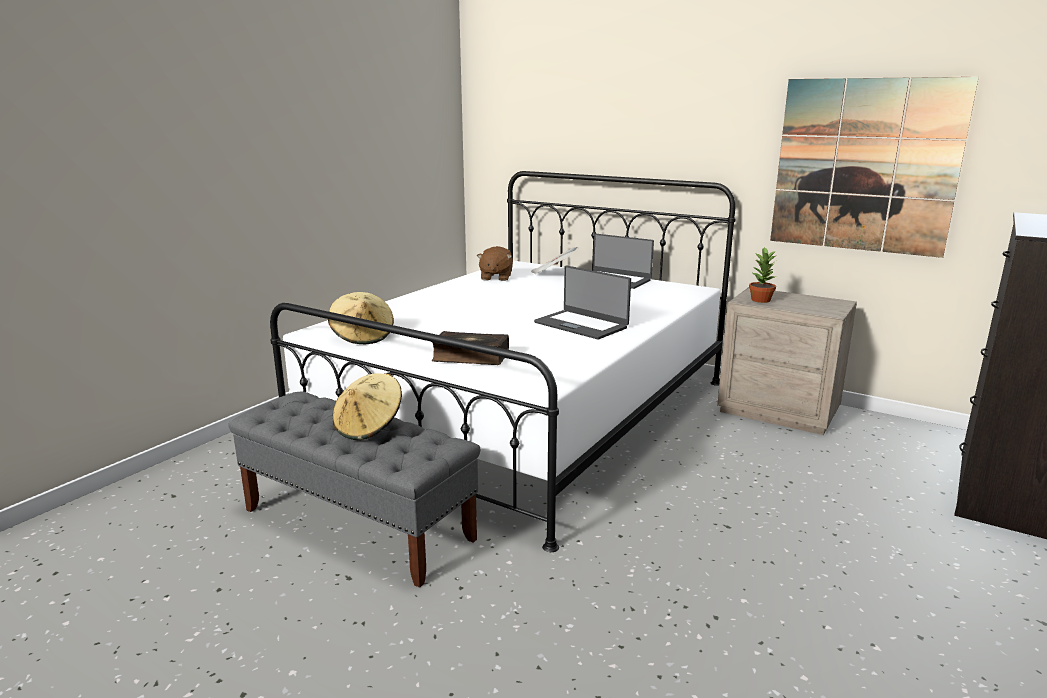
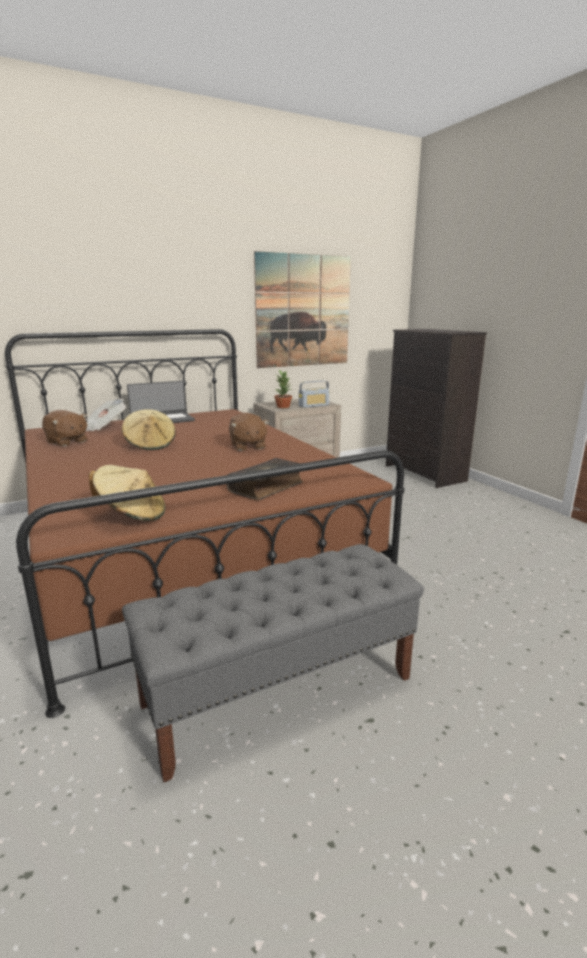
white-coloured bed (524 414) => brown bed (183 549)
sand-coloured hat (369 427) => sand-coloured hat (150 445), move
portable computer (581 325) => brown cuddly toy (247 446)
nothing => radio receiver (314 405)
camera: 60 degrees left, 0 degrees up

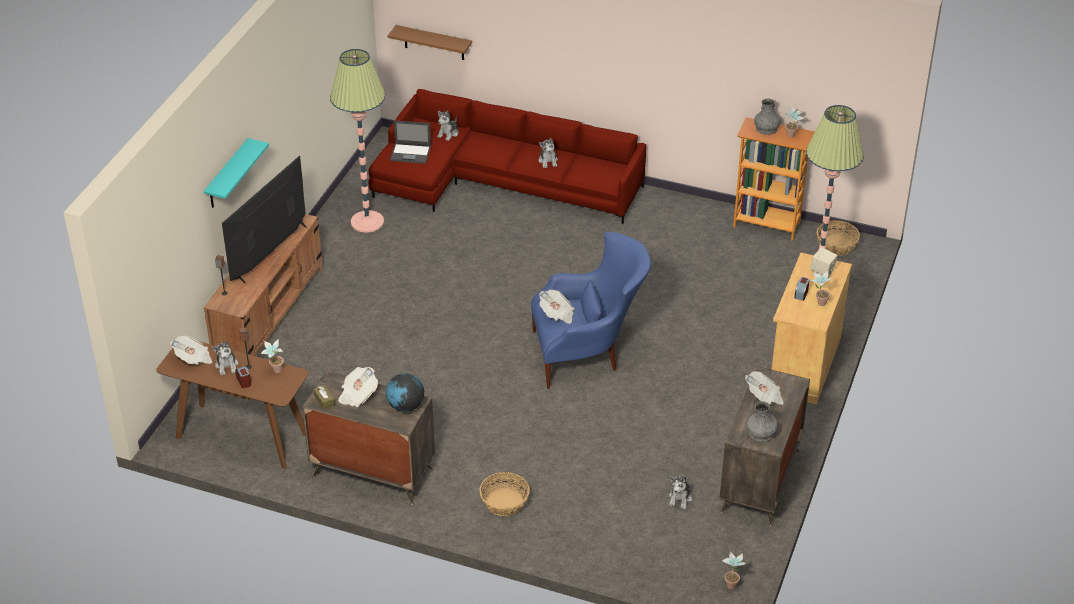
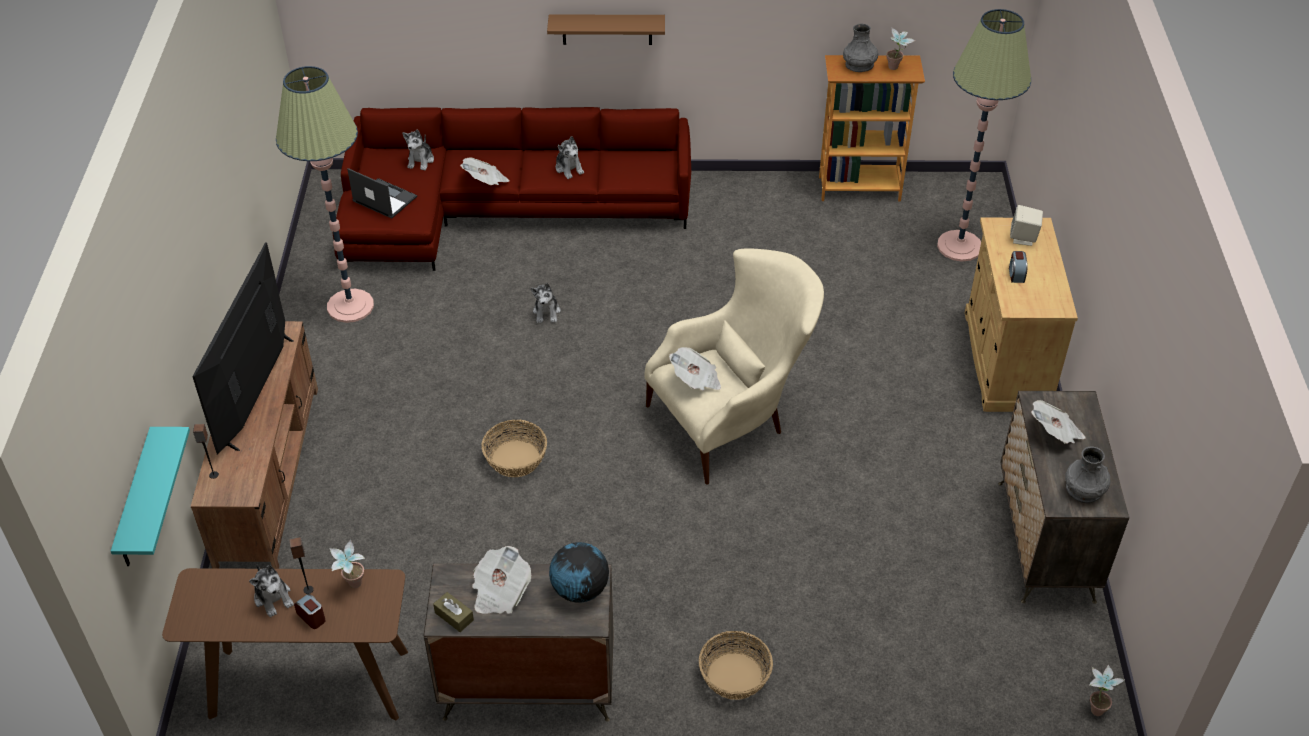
daily paper (193 359) => daily paper (486 181), move
turquoise wall shelf (227 175) => turquoise wall shelf (136 501), move
brown wall shelf (434 43) => brown wall shelf (607 29), move
portable computer (411 153) => portable computer (384 199), 135 degrees counterclockwise
blue lounge chair (588 353) => sand-coloured lounge chair (733 419)
cuddly toy (680 498) => cuddly toy (547 312), move
potted plant (819 302) => nothing
household basket (836 245) => household basket (516 459), move
camera: 20 degrees left, 5 degrees up

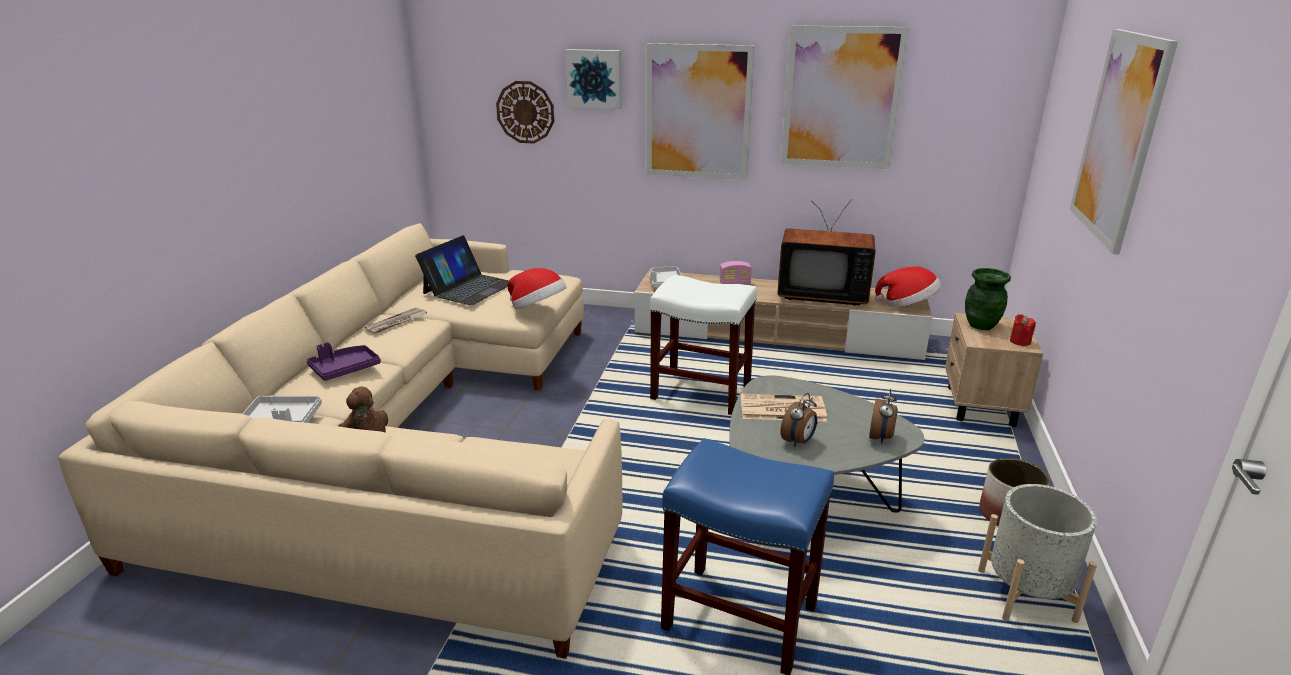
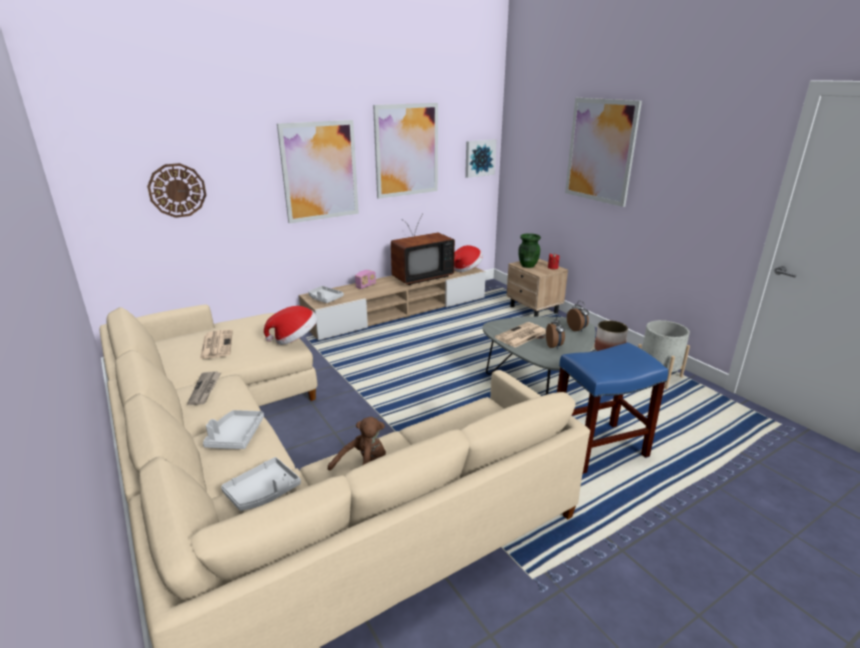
purple carrying tray (344 369) => grey carrying tray (235 436)
portable computer (469 288) => daily paper (216 344)
wall picture (594 78) => wall picture (479 158), move
white-coloured stool seat (702 392) => nothing
camera: 45 degrees left, 0 degrees up

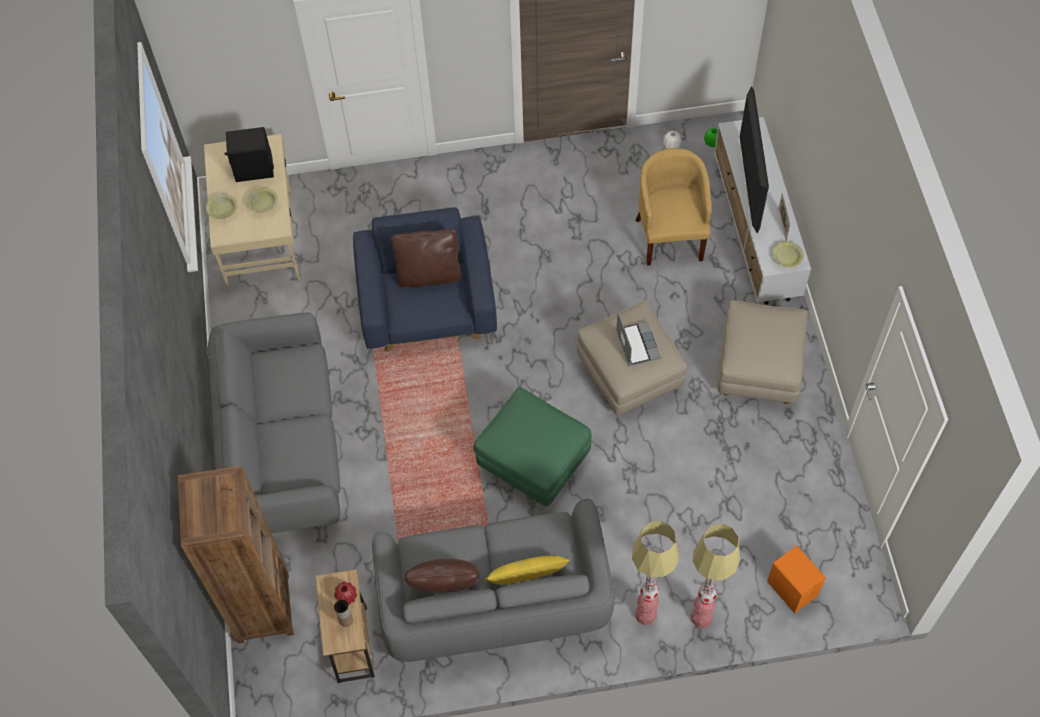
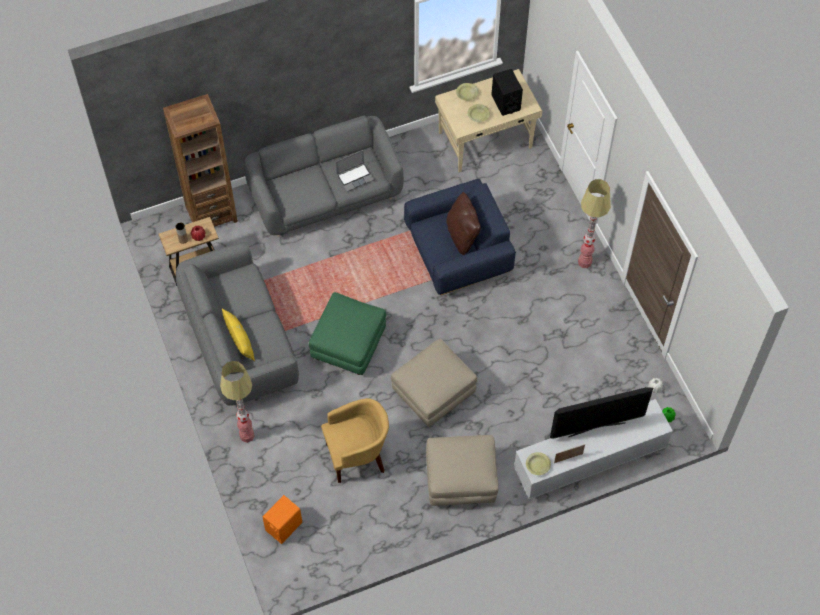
brown throw pillow (445 588) => nothing
portable computer (637 344) => portable computer (355 177), move
yellow lounge chair (670 236) => yellow lounge chair (357 455), move
floor lamp (701 617) => floor lamp (584 262), move
camera: 75 degrees right, 0 degrees up

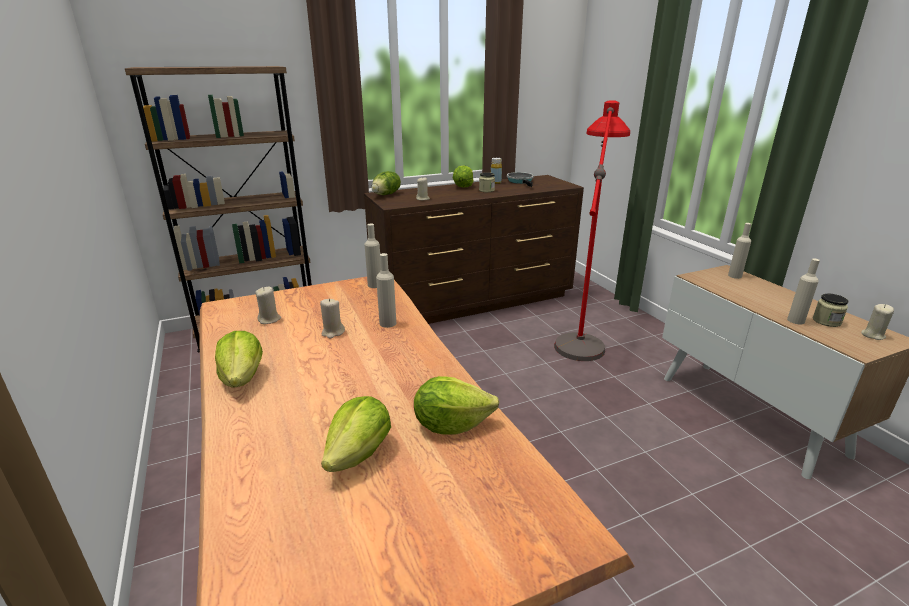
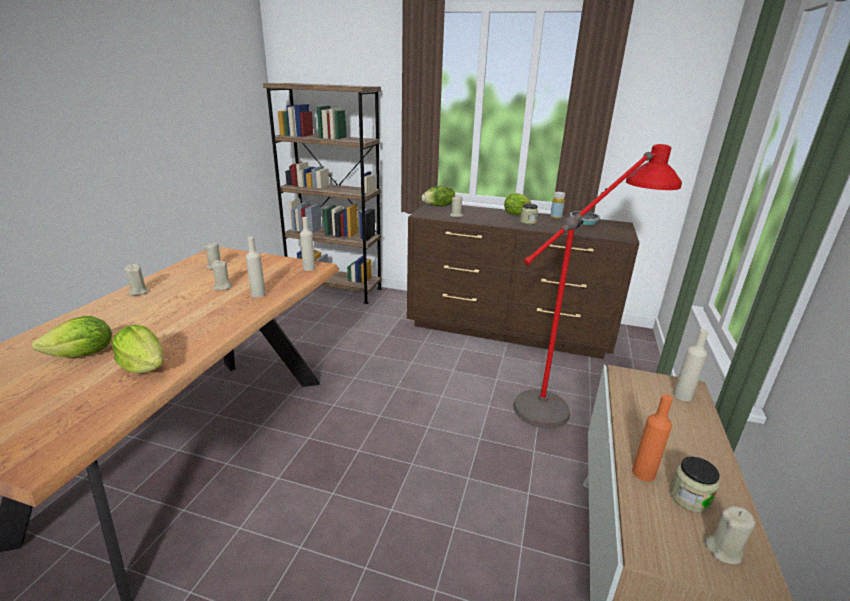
lettuce (243 378) => sand-coloured wax light (138 292)
sand-coloured bottle (795 320) => orange-coloured bottle (643 473)
camera: 40 degrees right, 0 degrees up

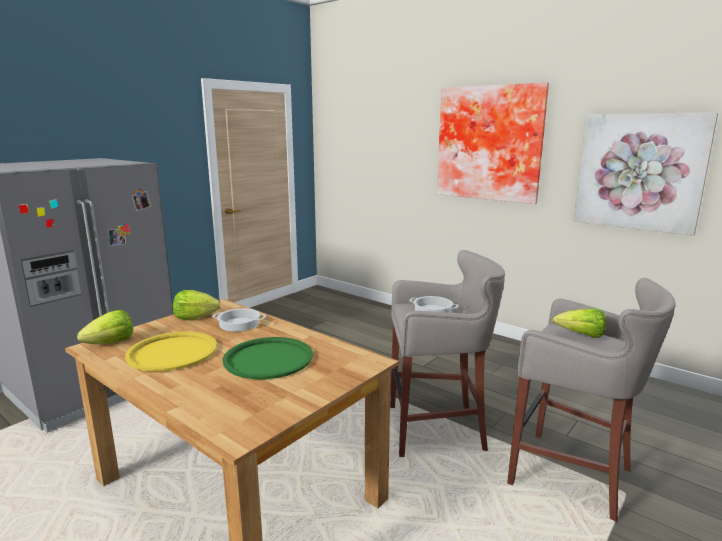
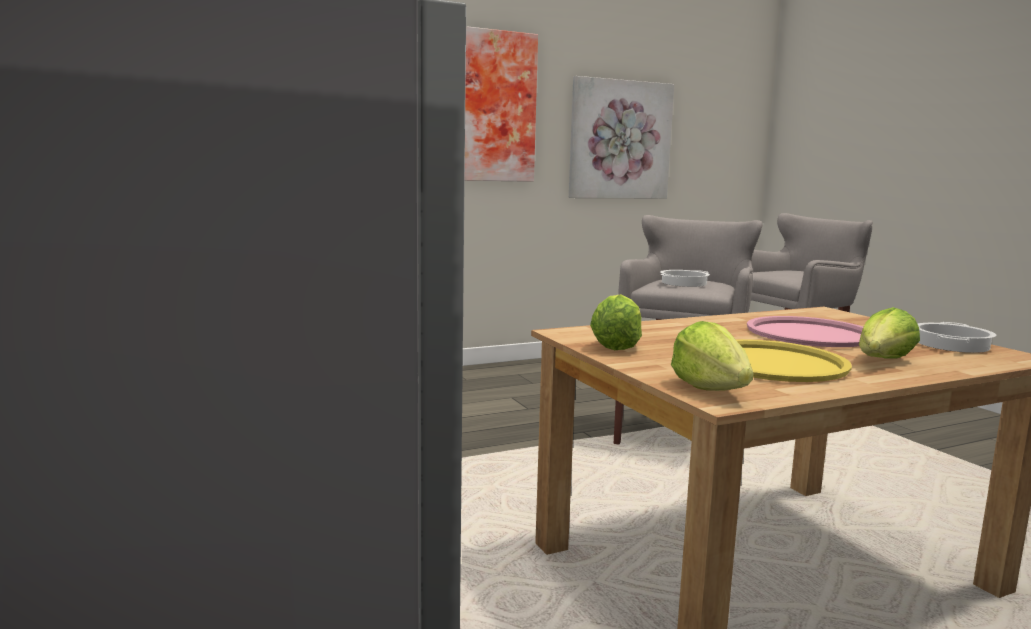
cooking pot (239 324) => cooking pot (952 345), move
green-coloured carrying tray (268 359) => pink carrying tray (809 334)
lettuce (581 335) => lettuce (883 361), move
camera: 65 degrees left, 5 degrees down

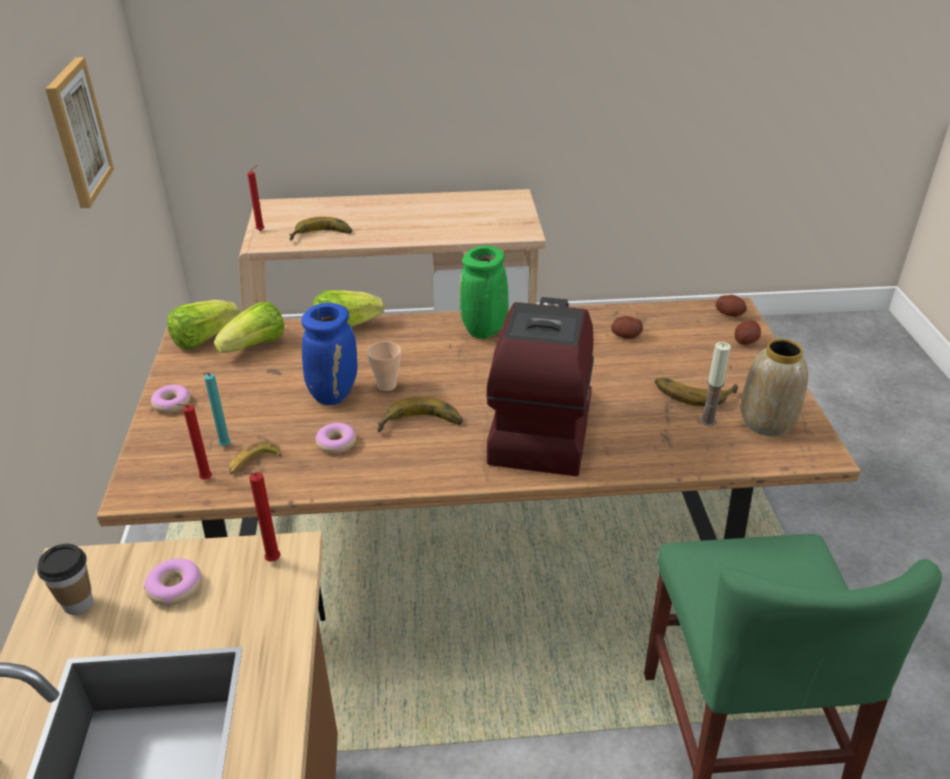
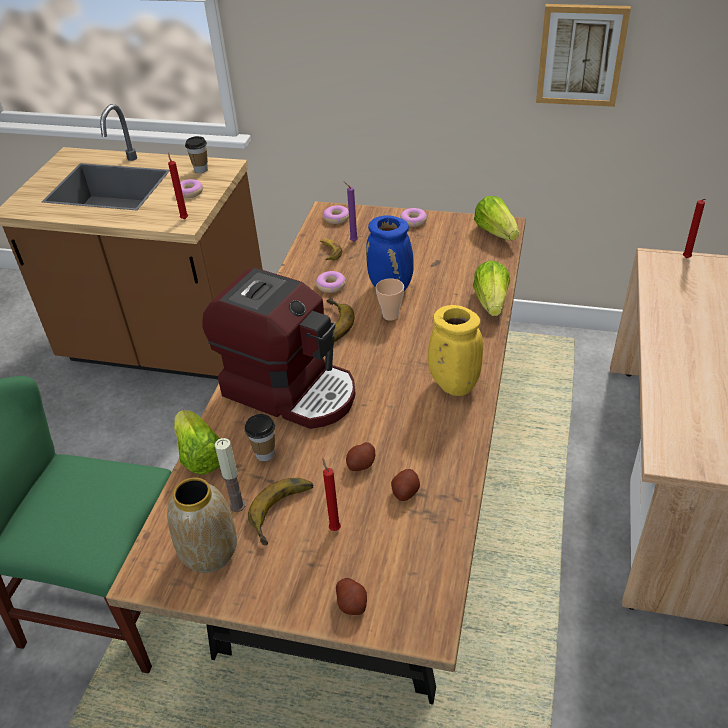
reddish wax light (204 480) => reddish wax light (334 527), move
turquoise wax light (224 447) => purple wax light (352 241)
lettuce (255 346) => lettuce (200 456), move
banana (321 236) => nothing
green-coloured vase (484 332) => yellow vase (452 385)
potato (729 314) => potato (361 464), move
nothing => drinking cup (265 454)
nothing => donut (336 218)
camera: 110 degrees right, 5 degrees up

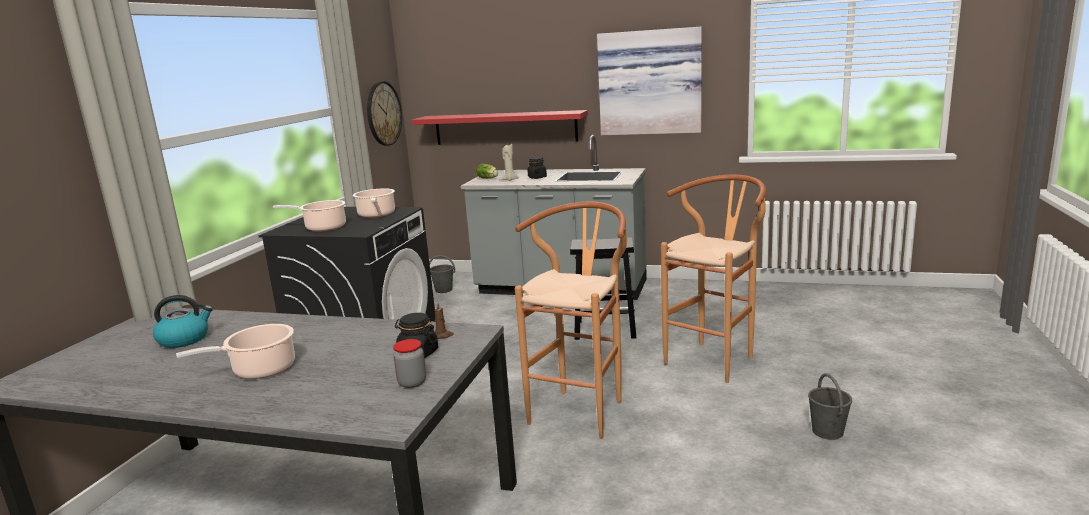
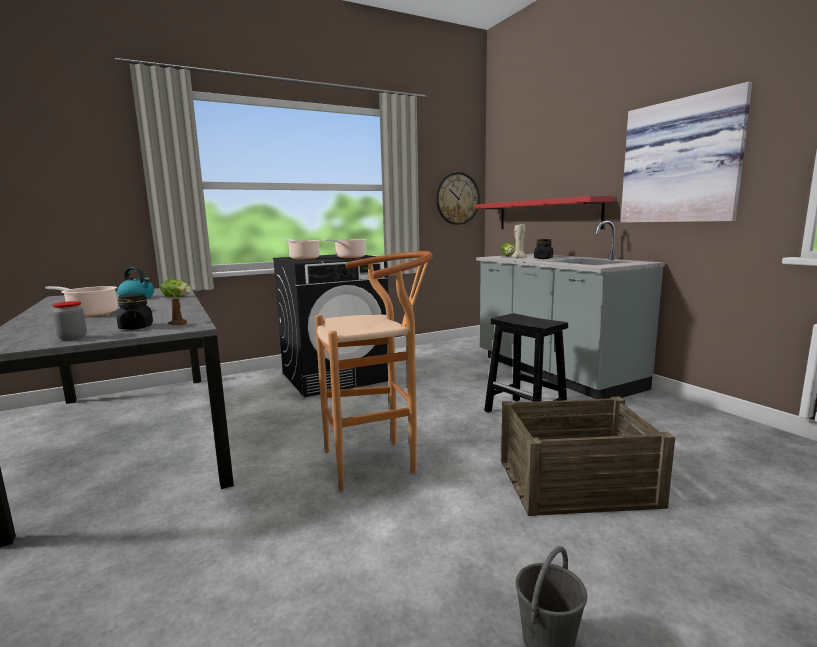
grey pail (444 290) => nothing
brown stool seat (715 358) => packing crate (577 483)
nothing => lettuce (178 297)
camera: 45 degrees right, 5 degrees down

